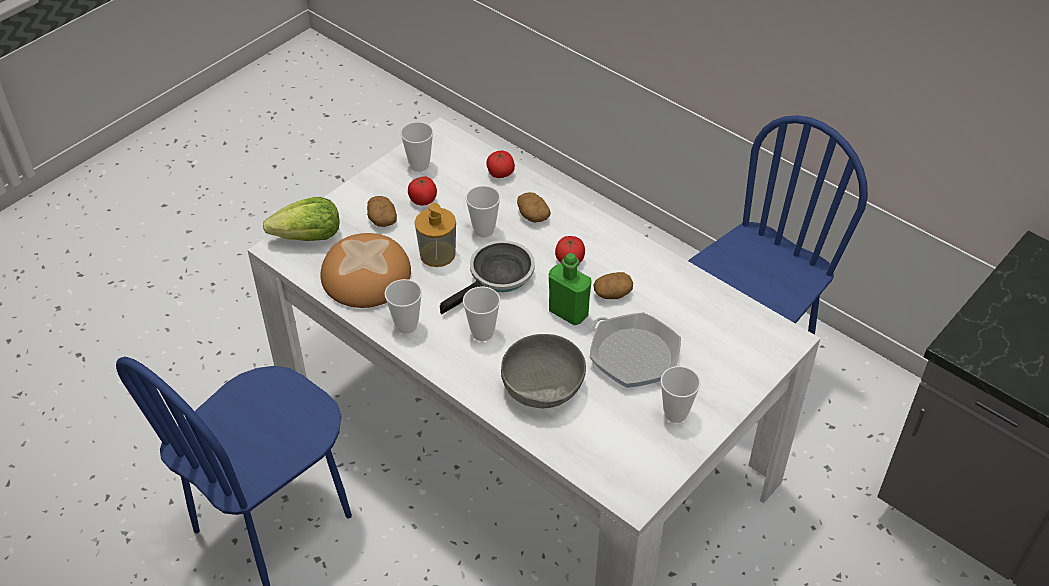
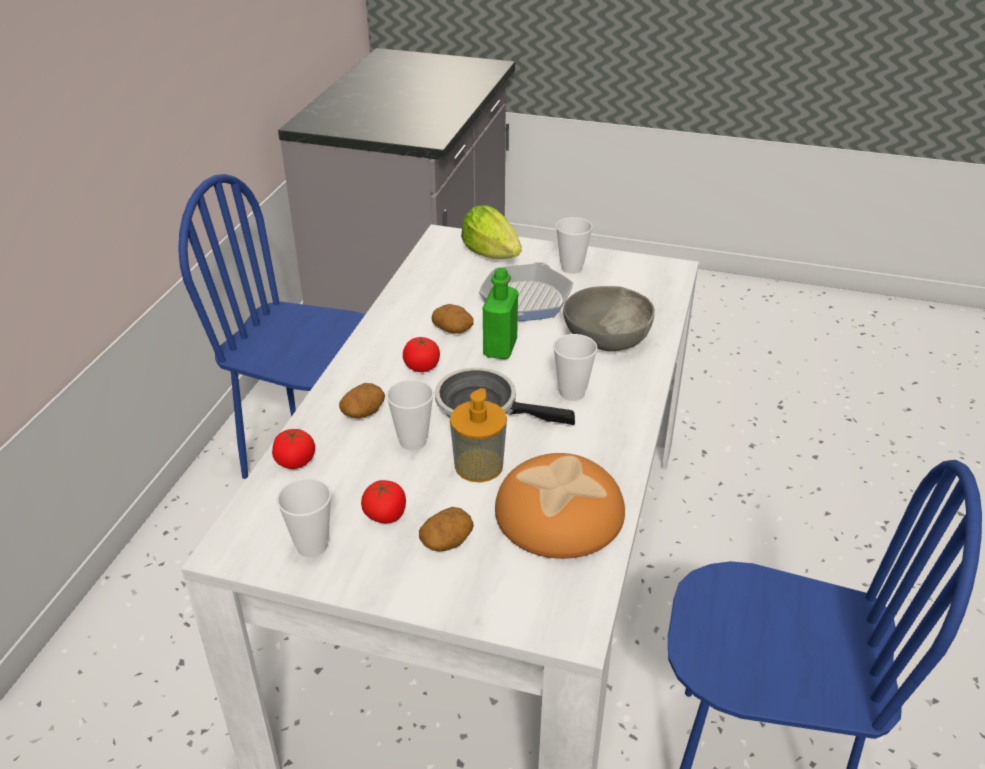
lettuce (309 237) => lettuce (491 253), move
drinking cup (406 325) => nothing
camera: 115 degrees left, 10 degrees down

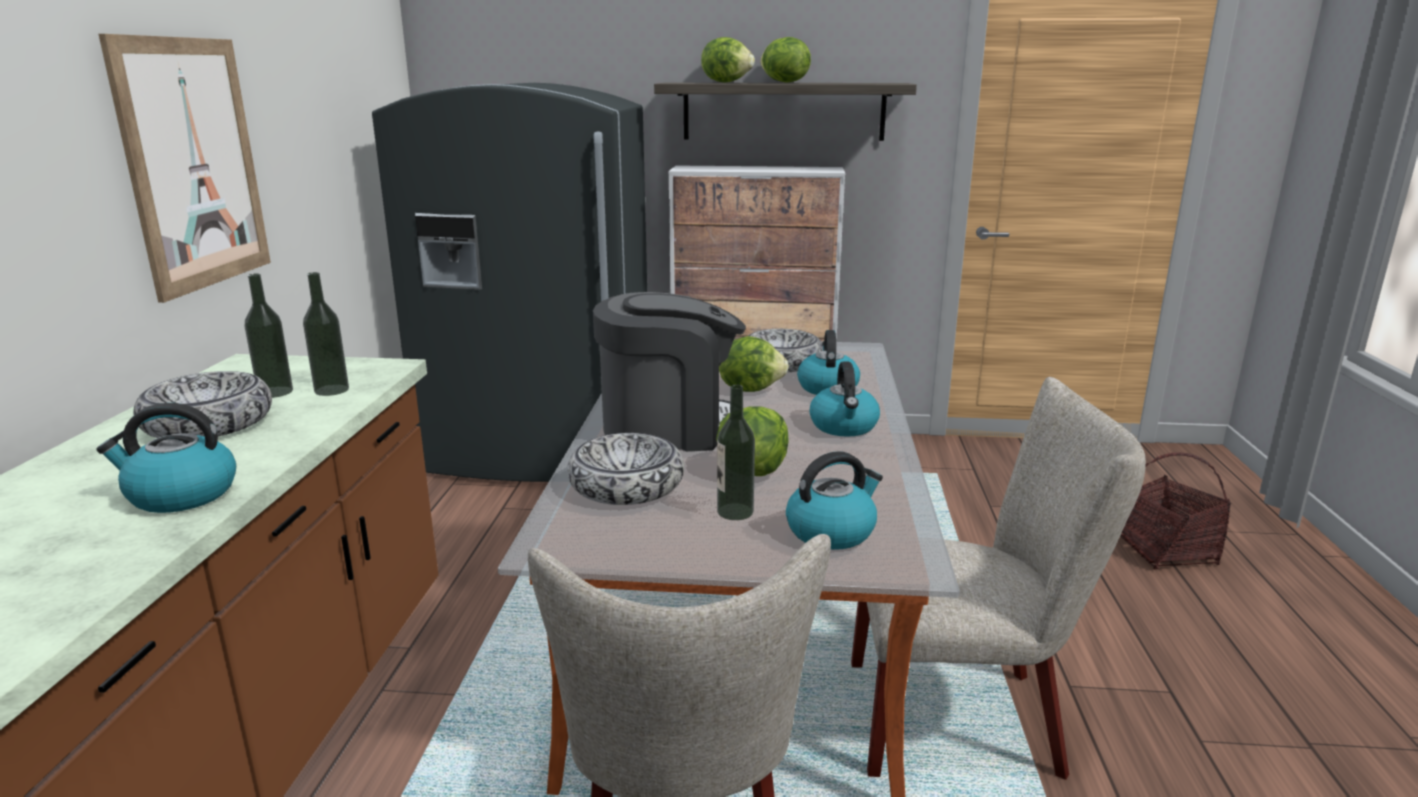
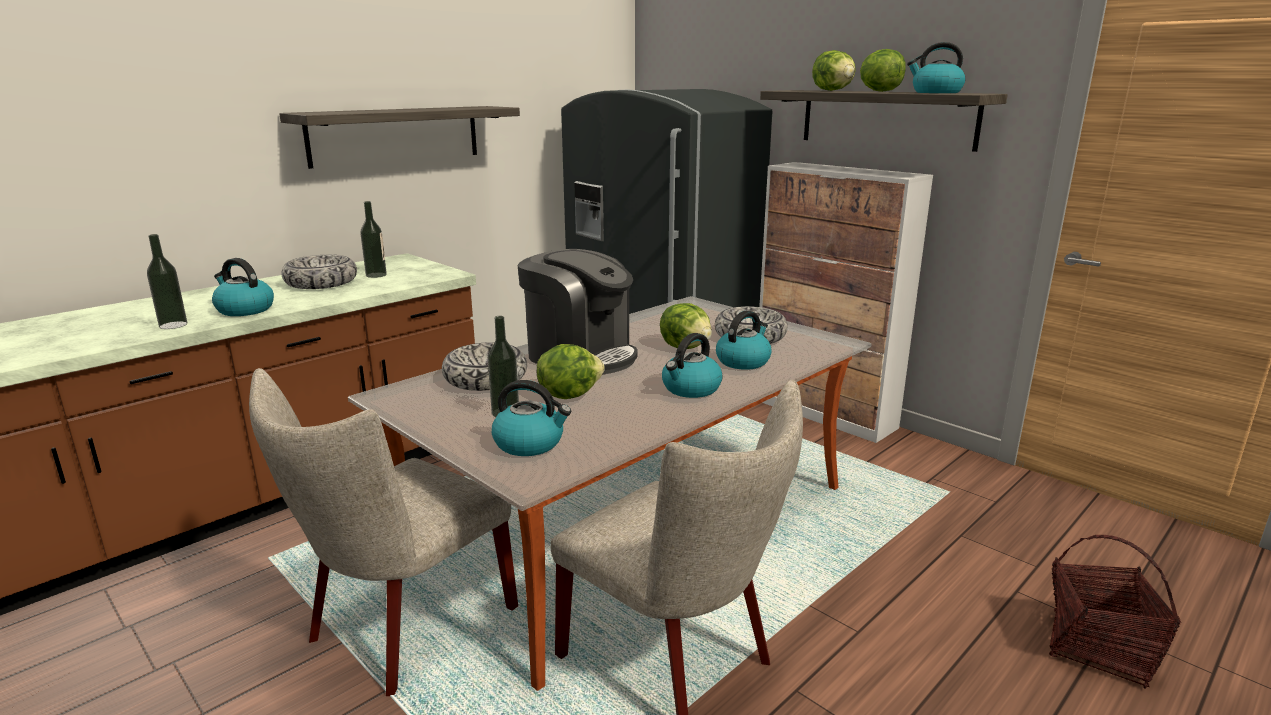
wall picture (193 164) => wall shelf (396 135)
bottle (331 390) => bottle (173 325), move
nothing => water kettle (935 92)
camera: 40 degrees right, 0 degrees up

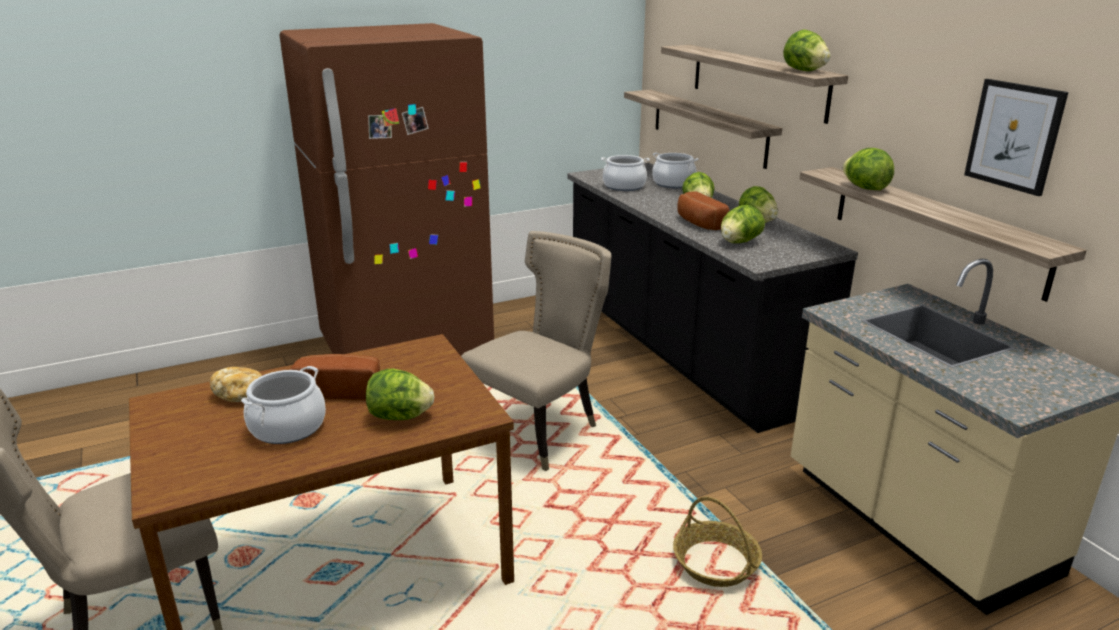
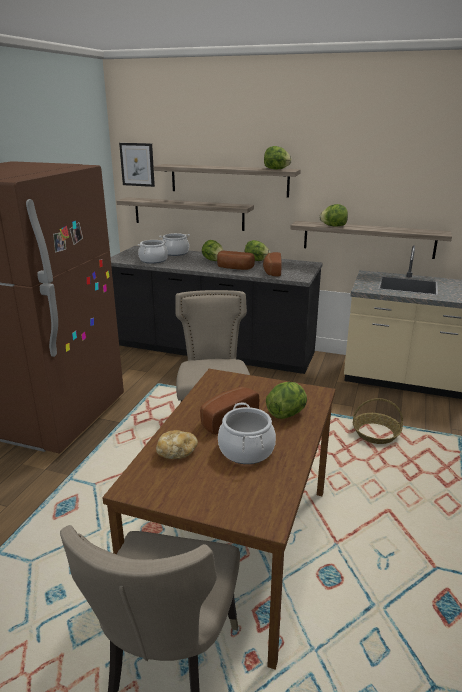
lettuce (739 242) => bread (271 271)
wall picture (1014 136) => wall picture (137 164), move
camera: 45 degrees left, 0 degrees up

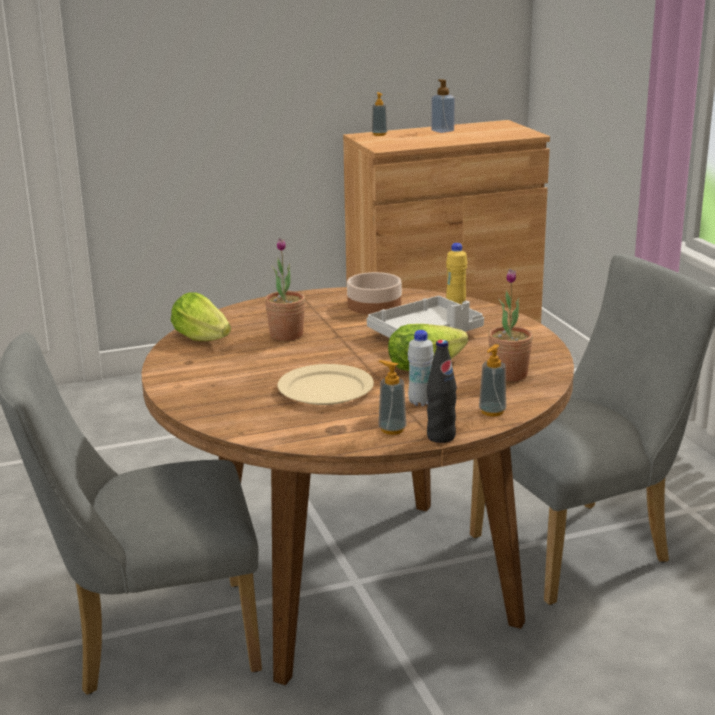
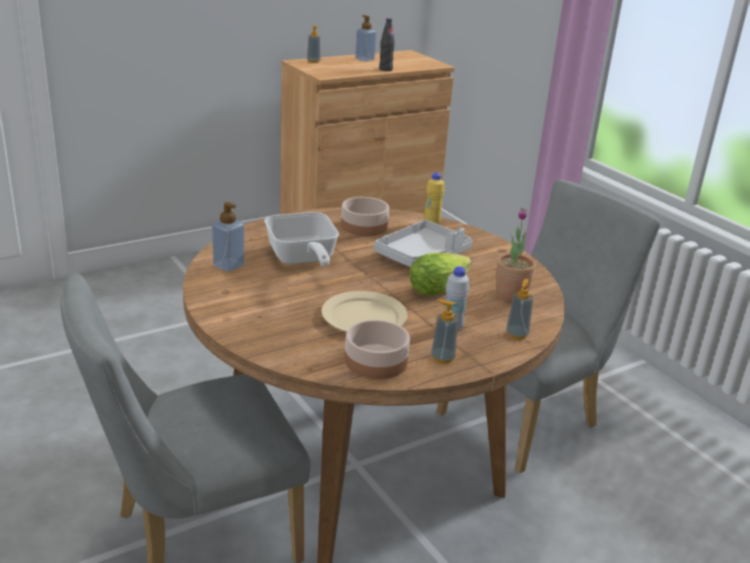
lettuce (204 338) => liquid soap bottle (228 265)
potted plant (286 335) => pan (302 259)
black bottle (441 437) => black bottle (385 69), move
nothing => serving bowl (375 361)
camera: 15 degrees left, 5 degrees up

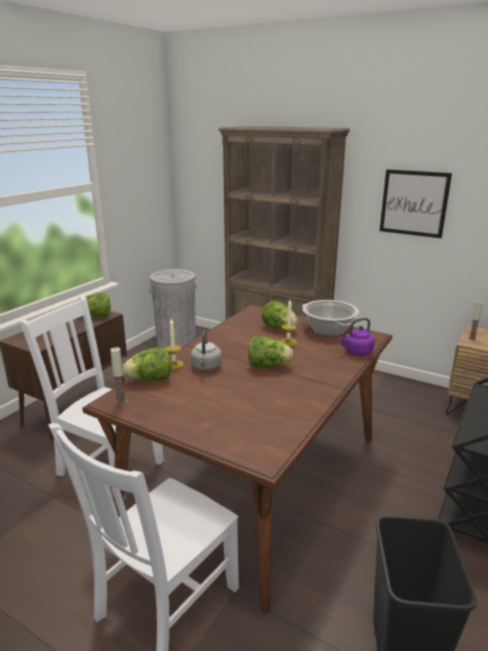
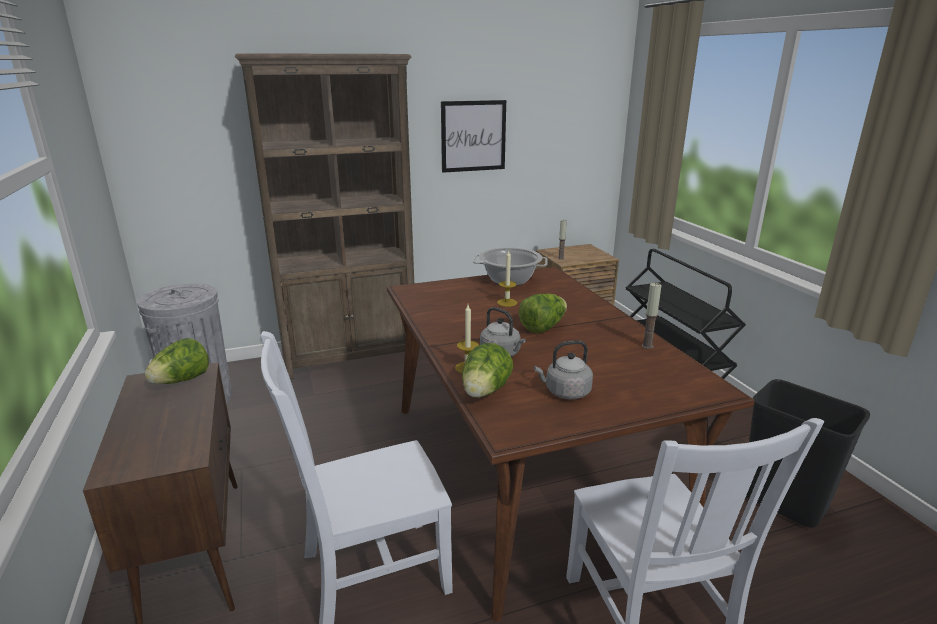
wax light (121 402) => wax light (647 346), move
lettuce (279 328) => nothing
purple water kettle (356 352) => nothing
nothing => grey water kettle (565 392)
camera: 50 degrees left, 0 degrees up

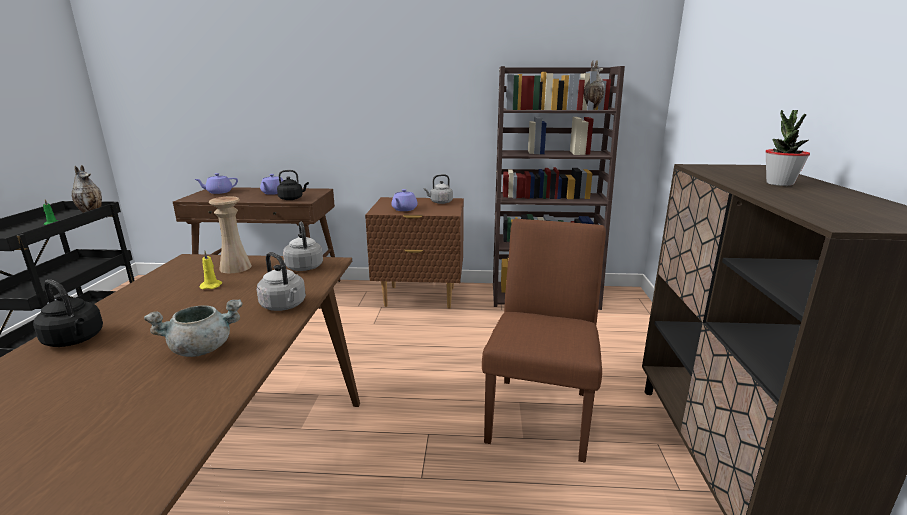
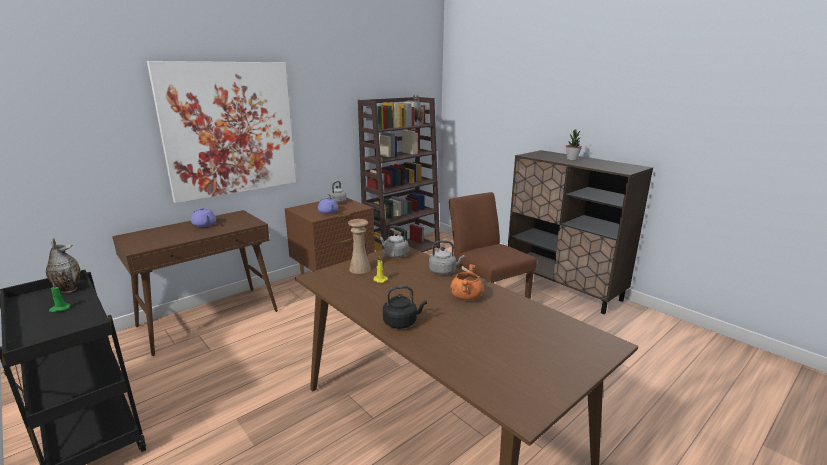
grey cooking pot (202 348) => orange-coloured cooking pot (466 296)
purple teapot (219 192) => nothing
black water kettle (292 198) => nothing
nothing => wall picture (230 129)
camera: 45 degrees left, 0 degrees up

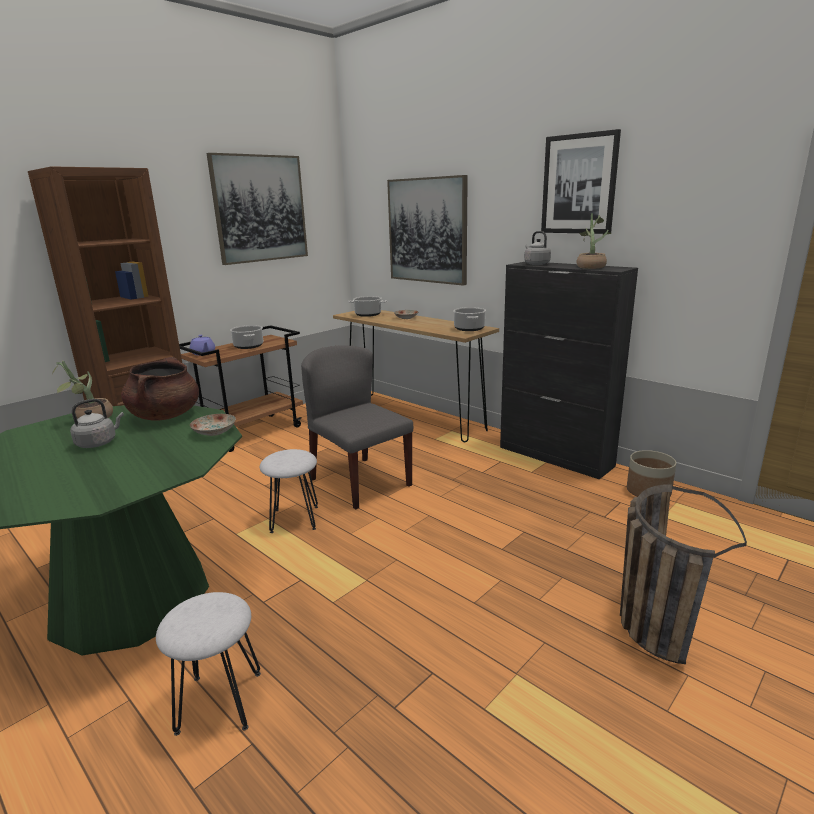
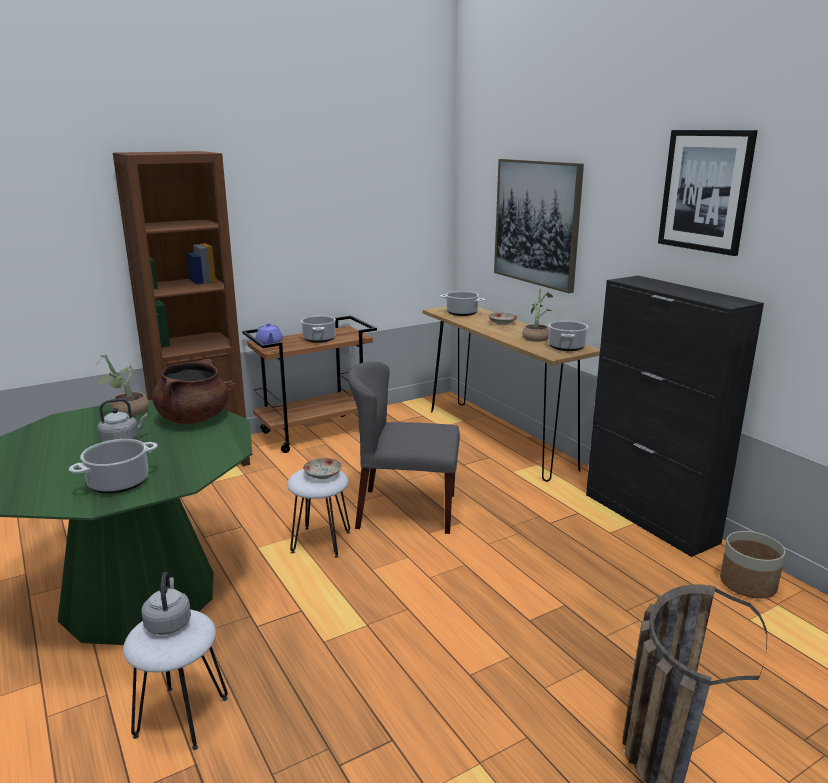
flat dish (214 432) => flat dish (322 475), move
wall picture (260 209) => nothing
grey plain chair (359 482) => grey plain chair (405 511), 60 degrees counterclockwise
grey water kettle (536 264) => grey water kettle (168 623), move
potted plant (590 266) => potted plant (536 337), move
nothing => cooking pot (119 482)
camera: 15 degrees right, 0 degrees up

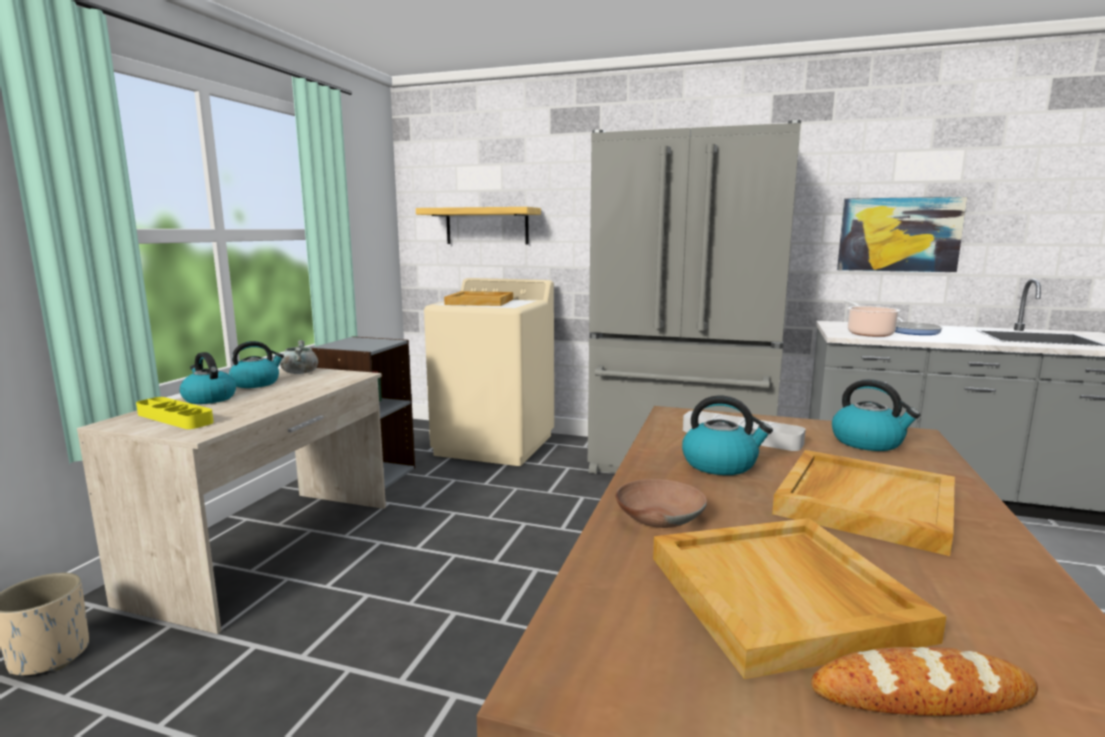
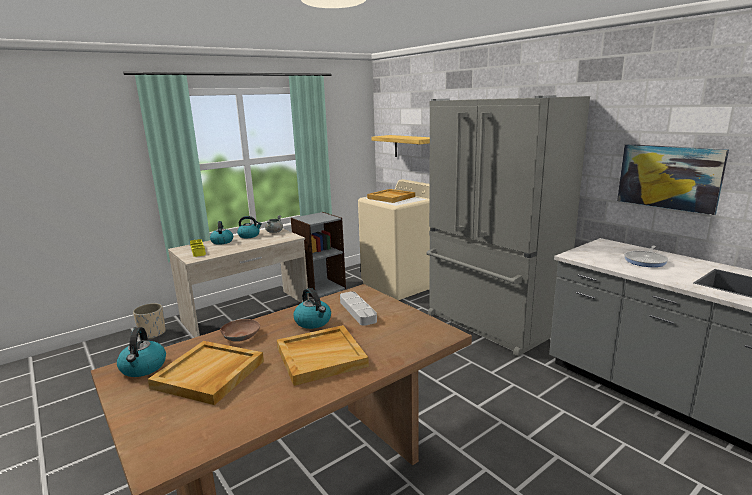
bread (921 694) => nothing
water kettle (868 442) => water kettle (143 368), move
cooking pot (868 333) => nothing
camera: 35 degrees right, 5 degrees up

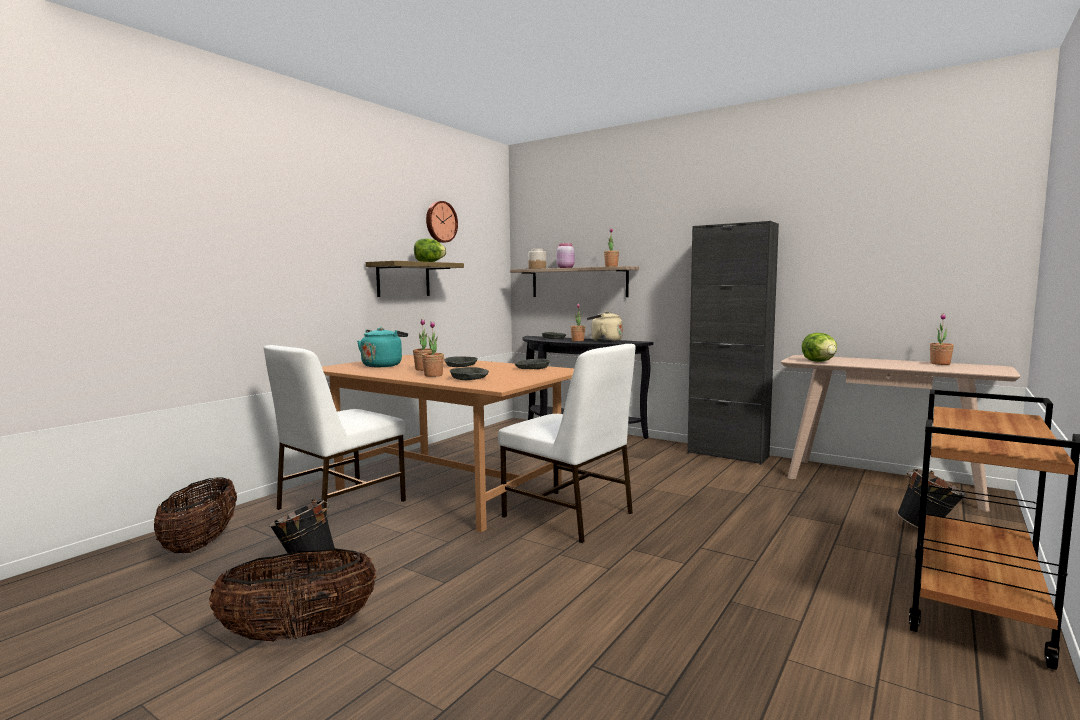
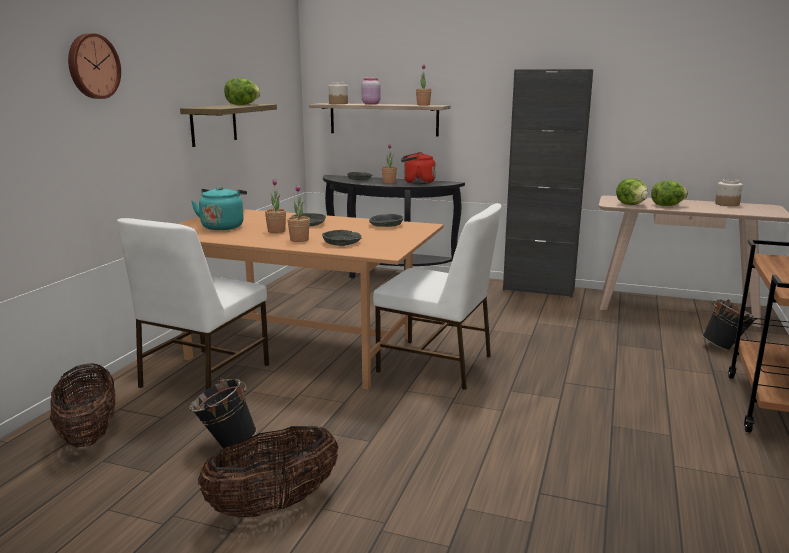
clock on the wall (440 222) => clock on the wall (92 66), move
sand-coloured water kettle (604 341) => reddish water kettle (417 183)
potted plant (940 364) => jar (726 204)
nothing => lettuce (667 205)
camera: 15 degrees left, 10 degrees up

